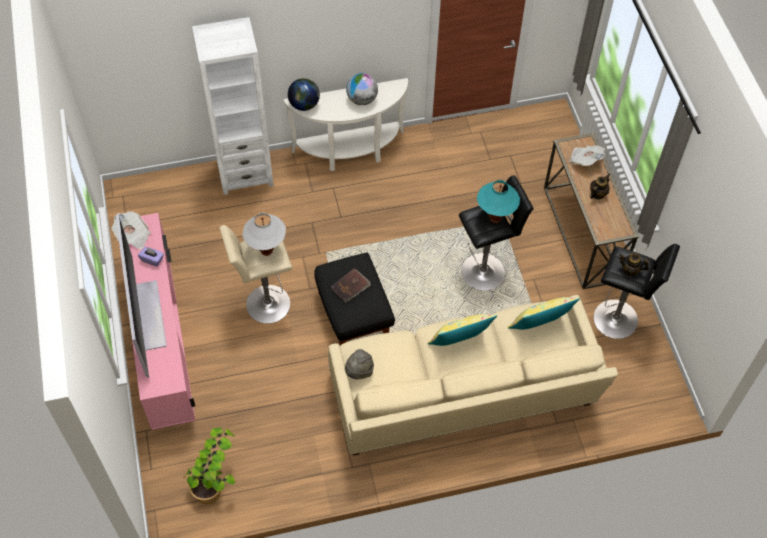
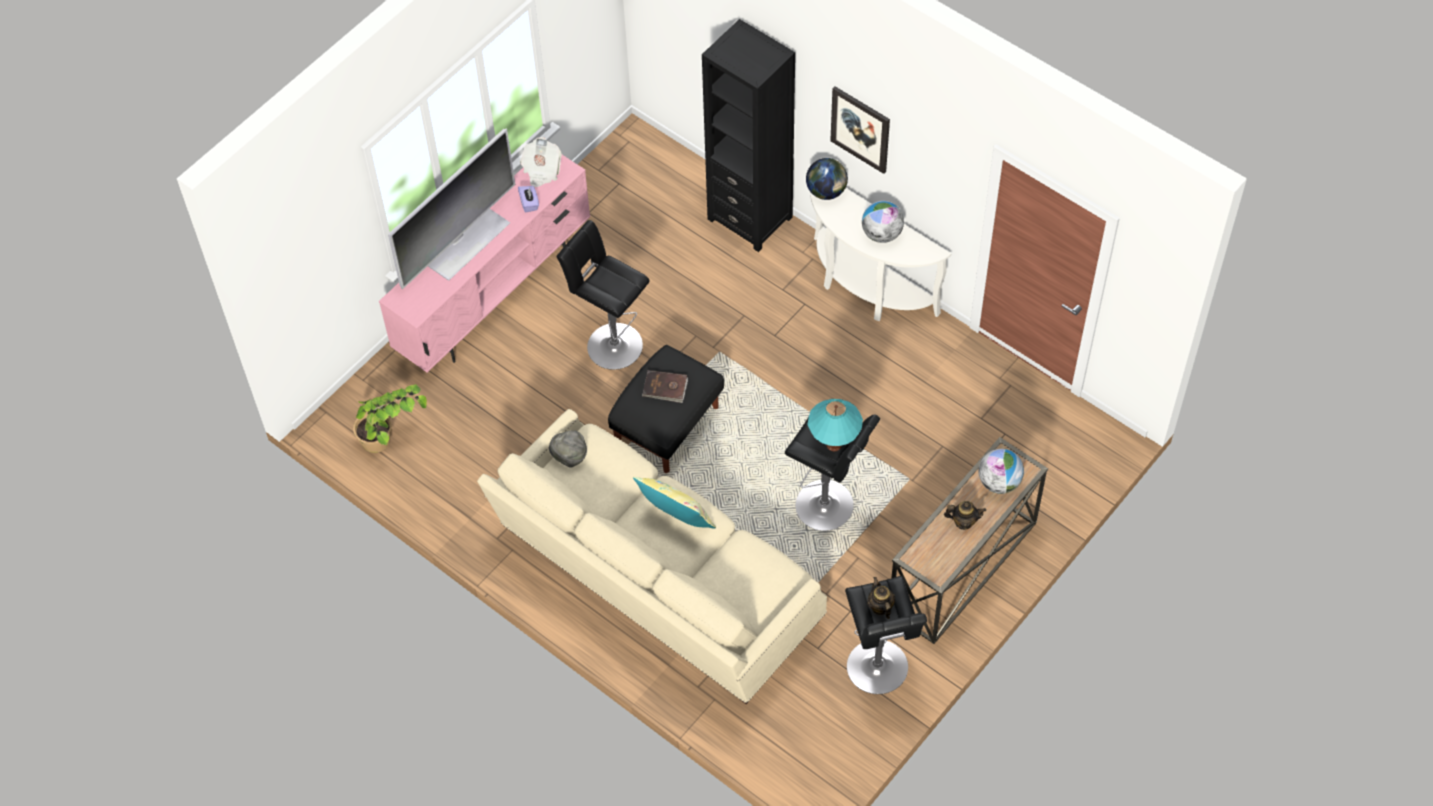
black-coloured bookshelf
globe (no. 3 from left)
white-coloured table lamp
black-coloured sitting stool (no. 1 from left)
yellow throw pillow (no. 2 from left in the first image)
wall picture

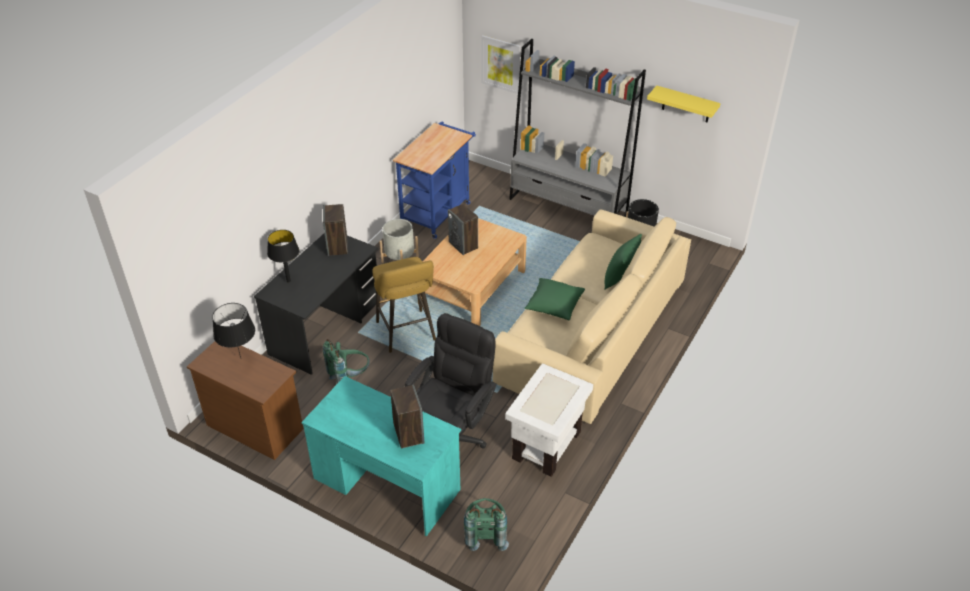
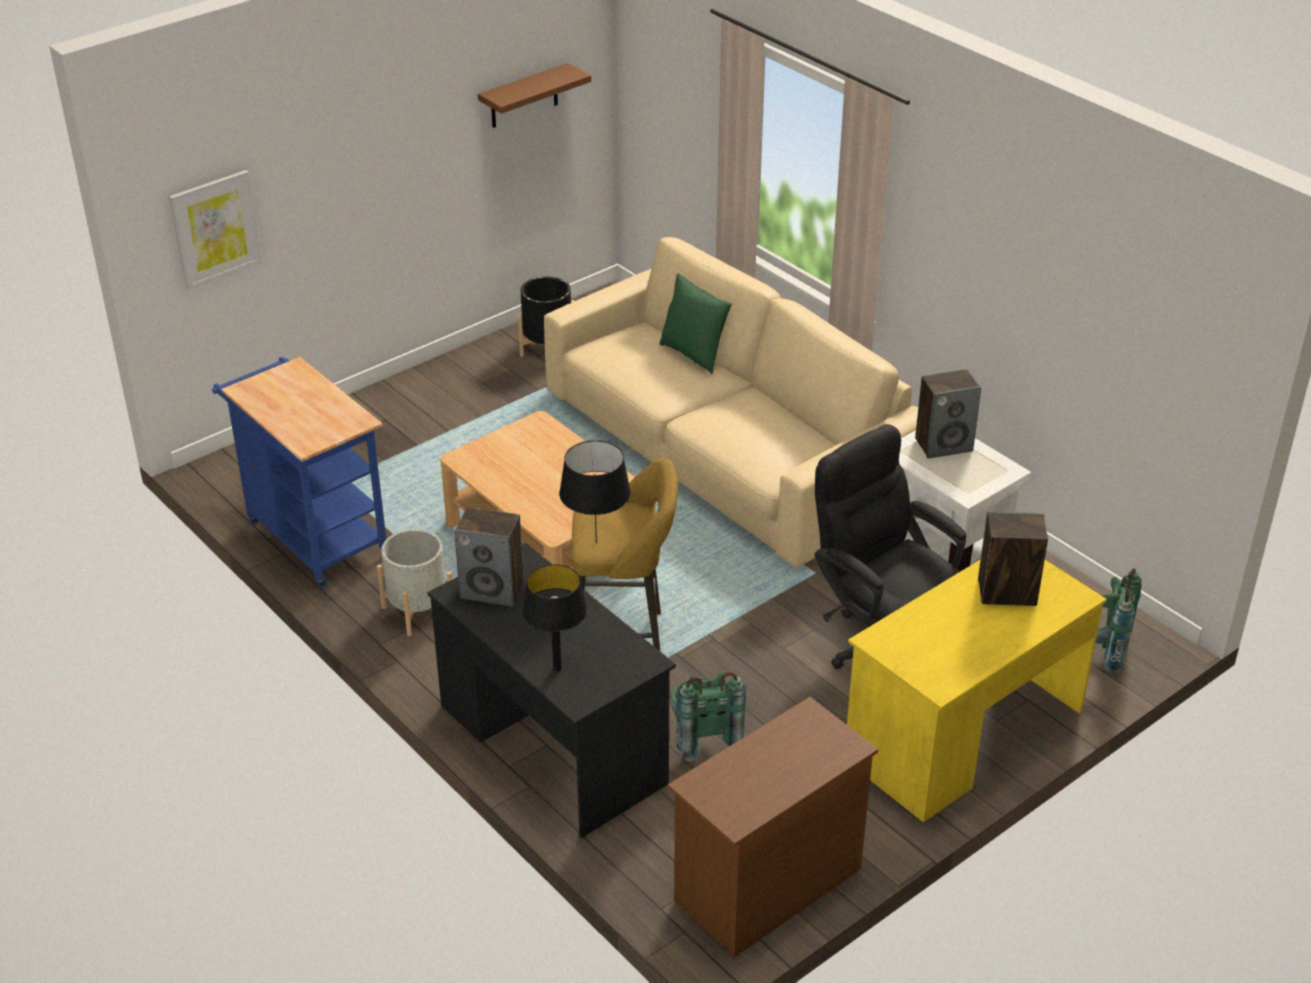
gray bookshelf
brown wall shelf
audio speaker (no. 2 from left)
green-coloured throw pillow (no. 1 from left in the first image)
black-coloured table lamp (no. 2 from left)
yellow desk unit

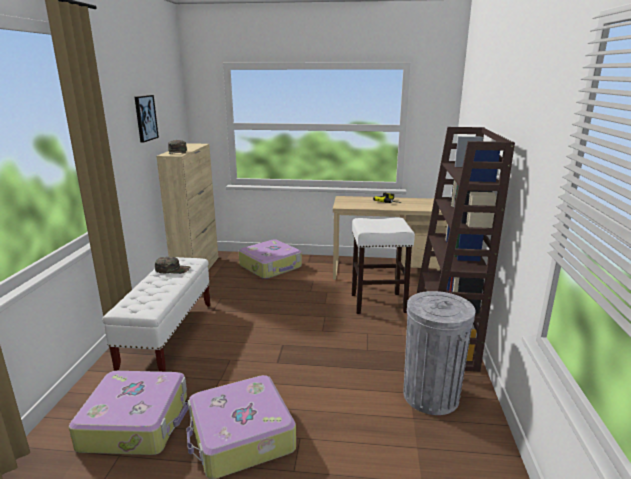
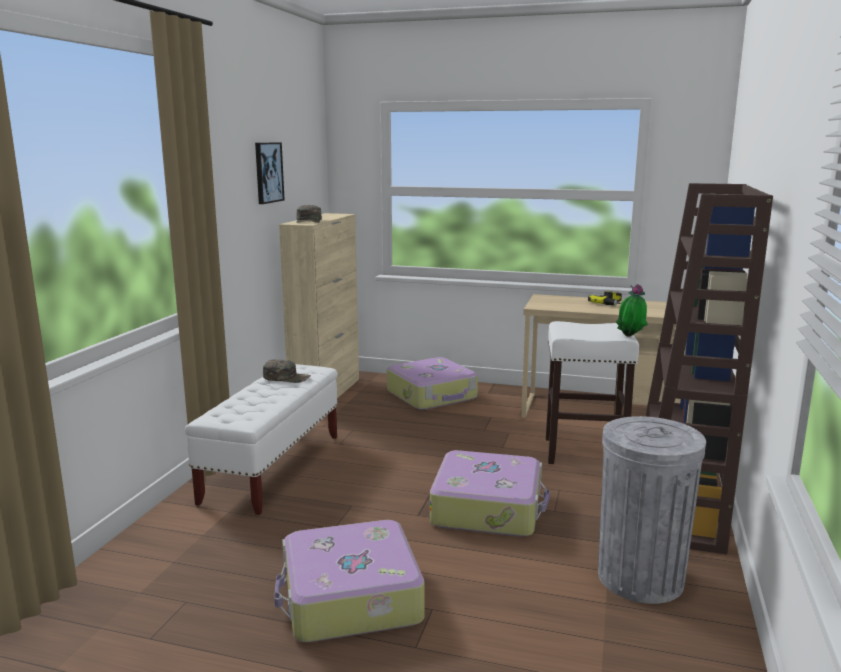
suitcase (no. 3 from left)
houseplant

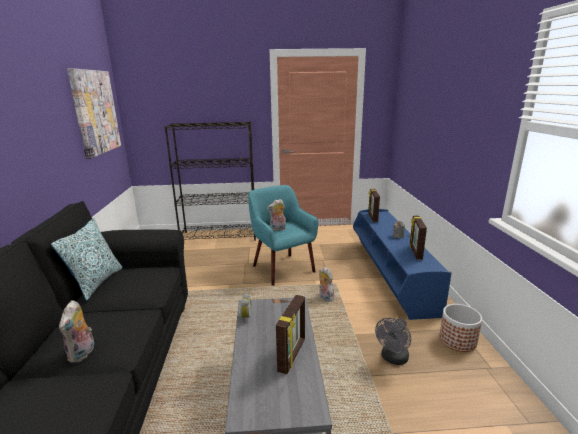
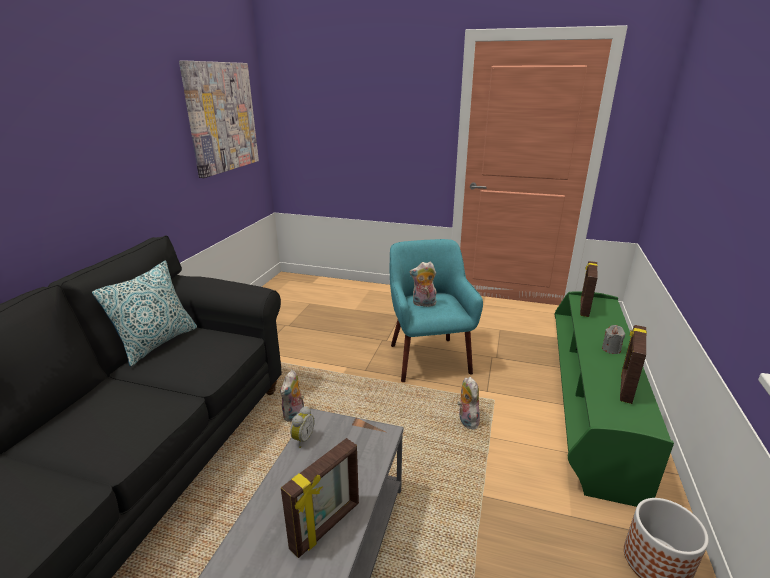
black-coloured bookshelf
green-coloured media console
plush toy (no. 1 from left)
gray electric fan

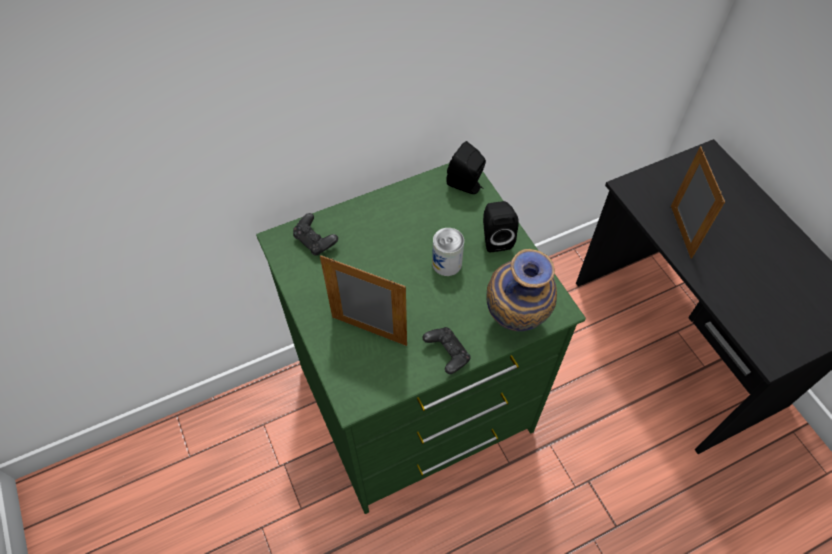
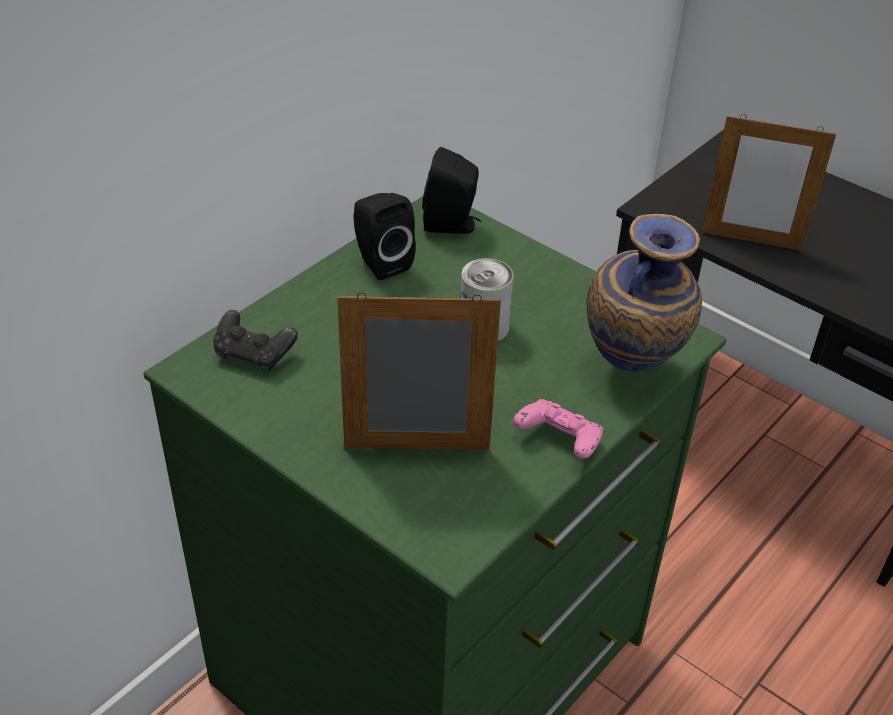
picture frame (no. 2 from left)
black-coloured audio speaker (no. 1 from left)
pinkish game controller

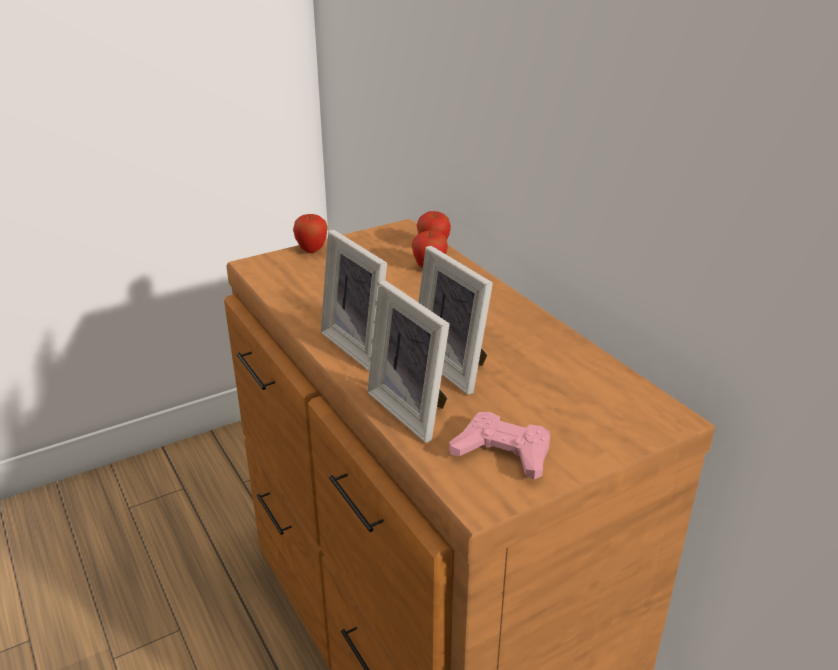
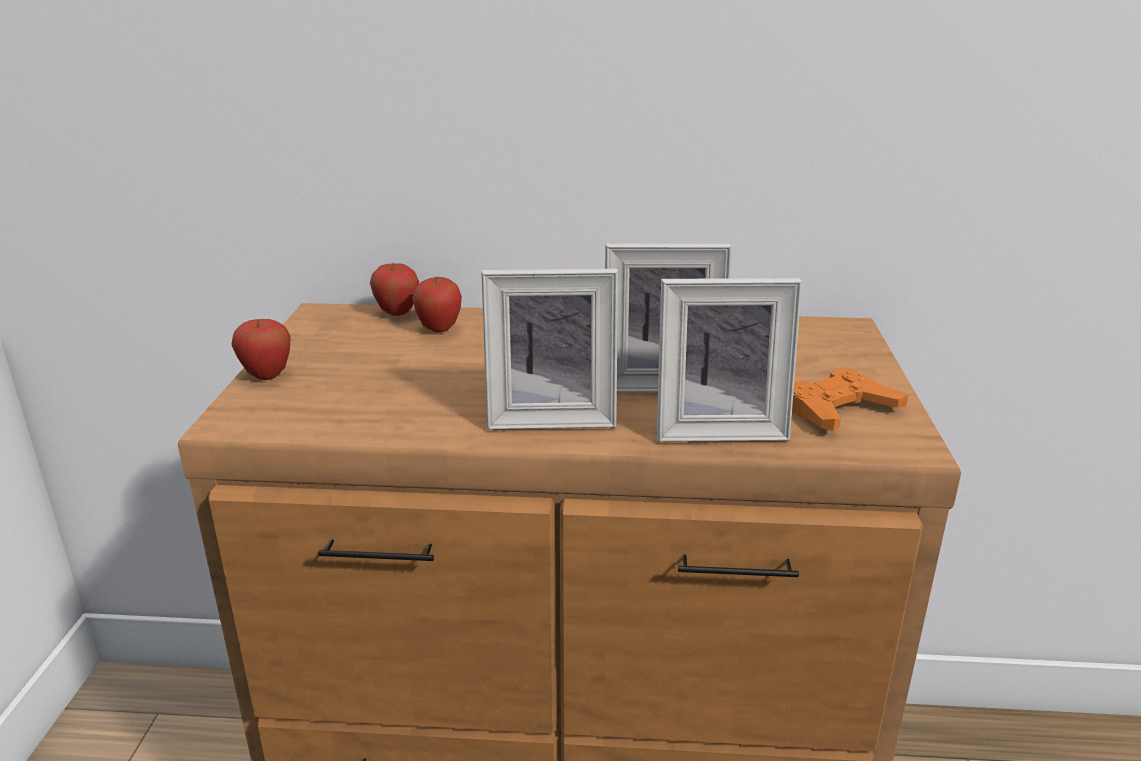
orange game controller

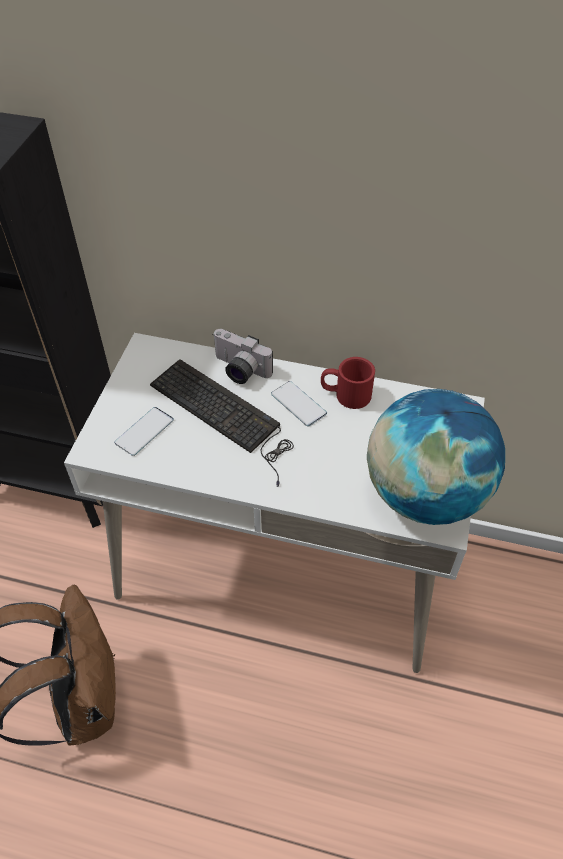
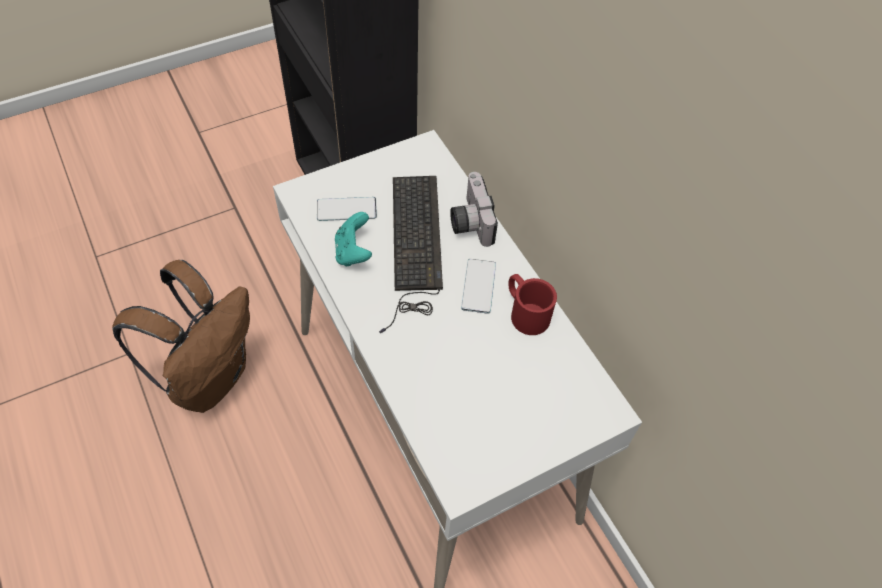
globe
turquoise-coloured game controller

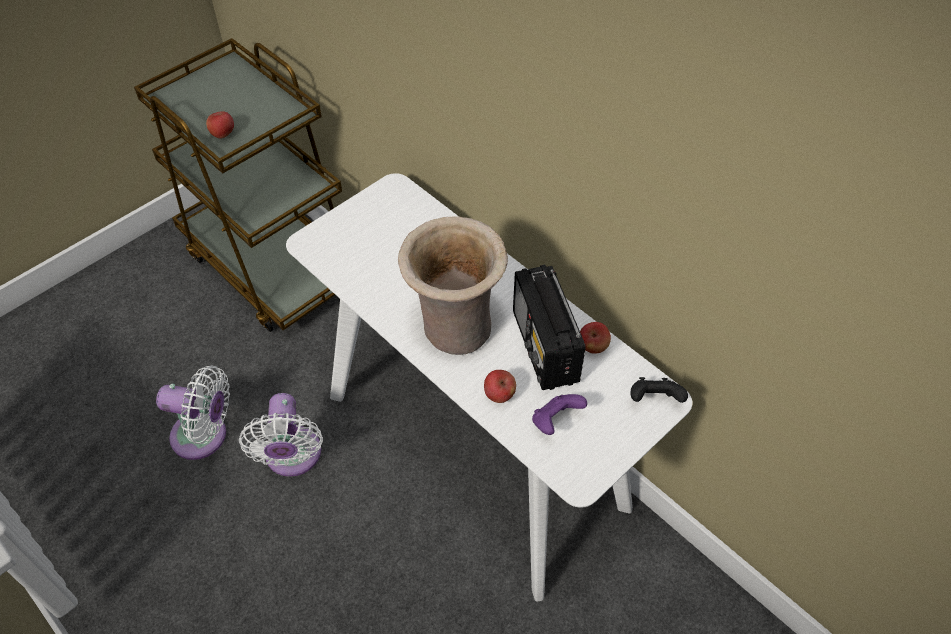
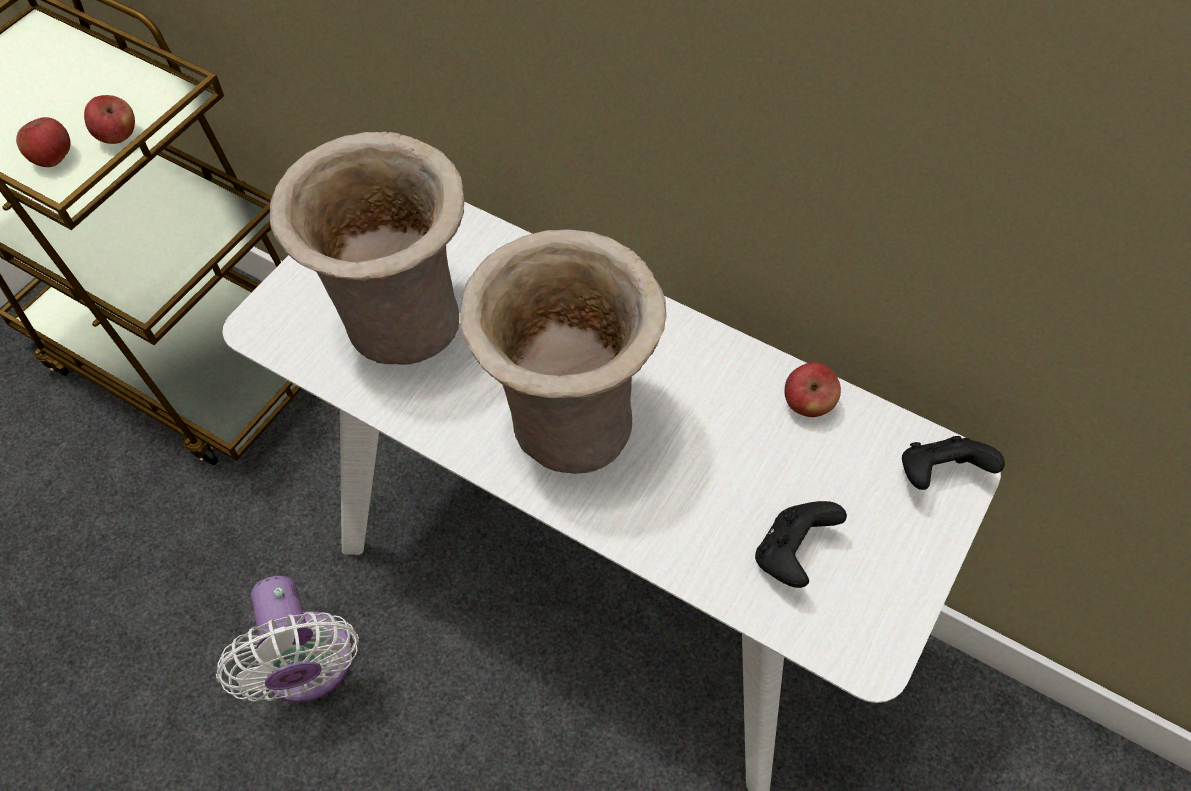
radio receiver
white-coloured electric fan (no. 1 from left in the first image)
whole apple (no. 2 from left)
black-coloured game controller (no. 1 from left)
beige-coloured flower vase (no. 1 from left)

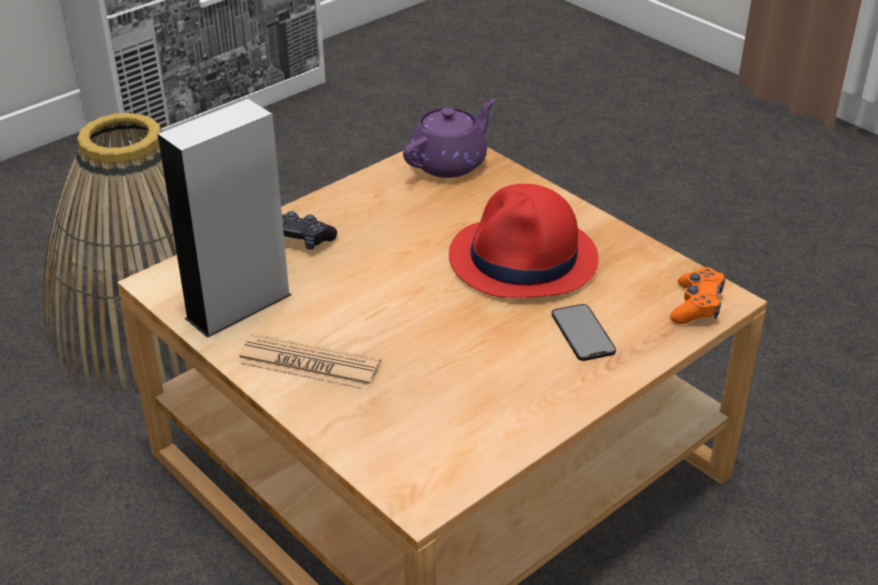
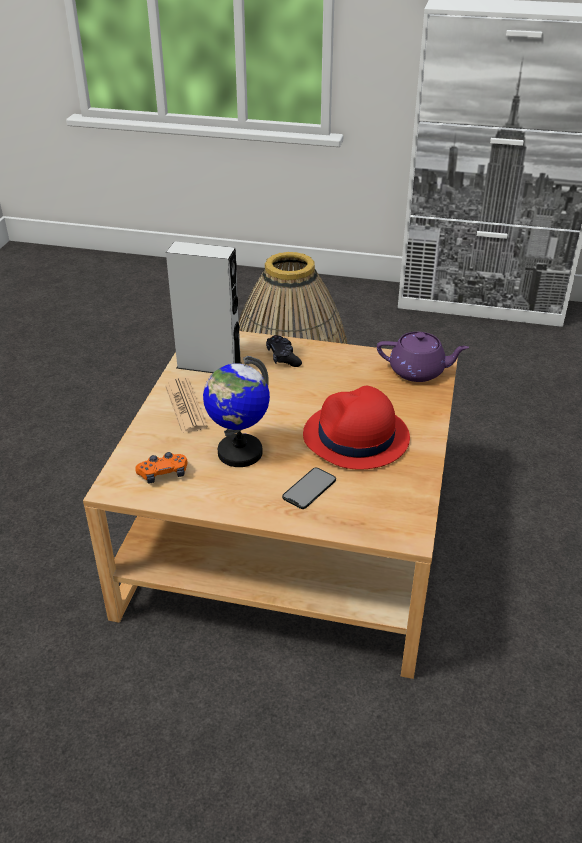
orange game controller
globe

